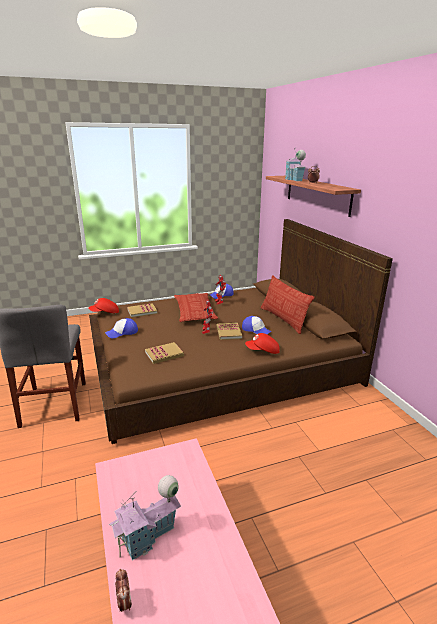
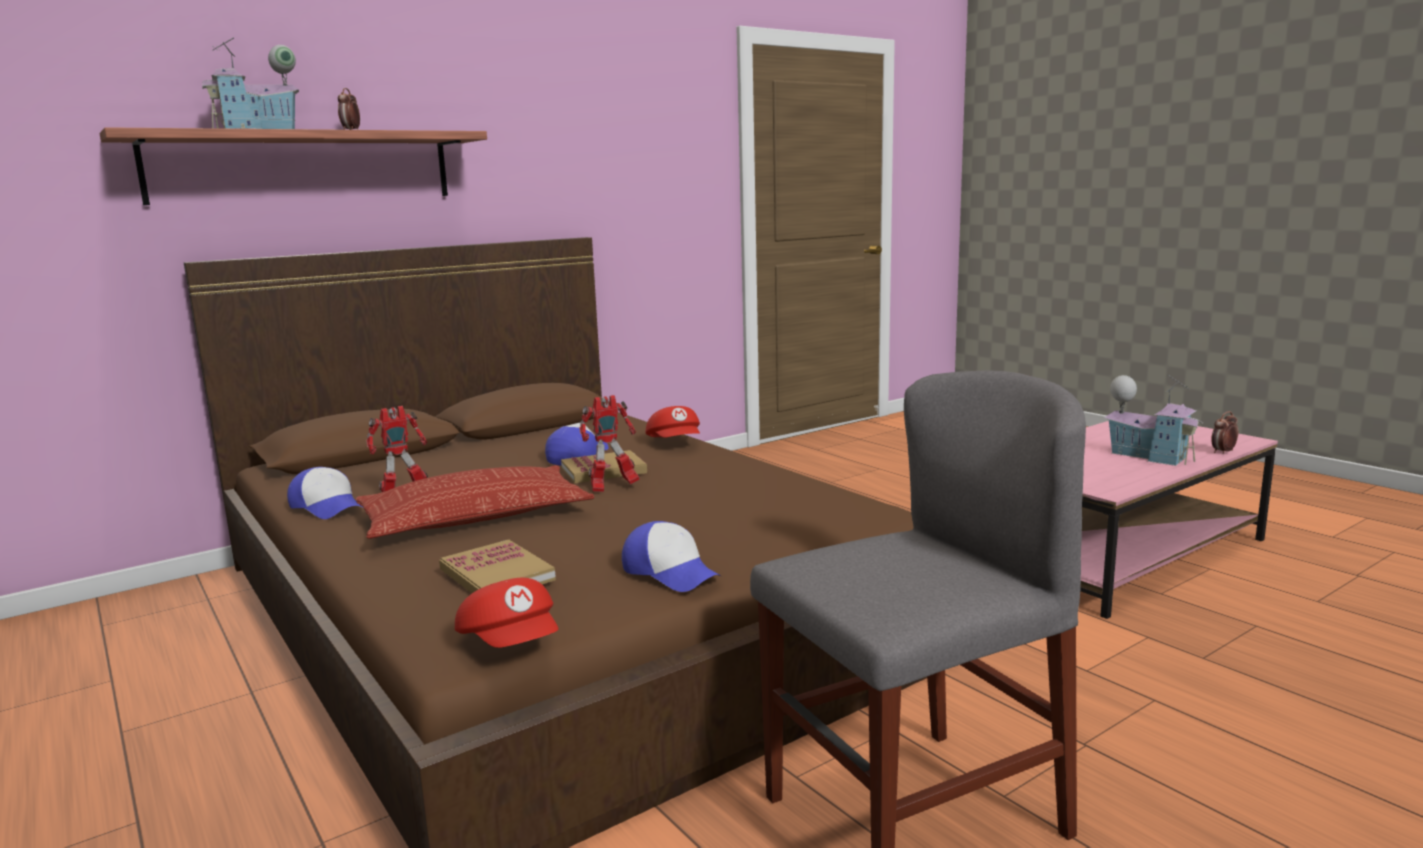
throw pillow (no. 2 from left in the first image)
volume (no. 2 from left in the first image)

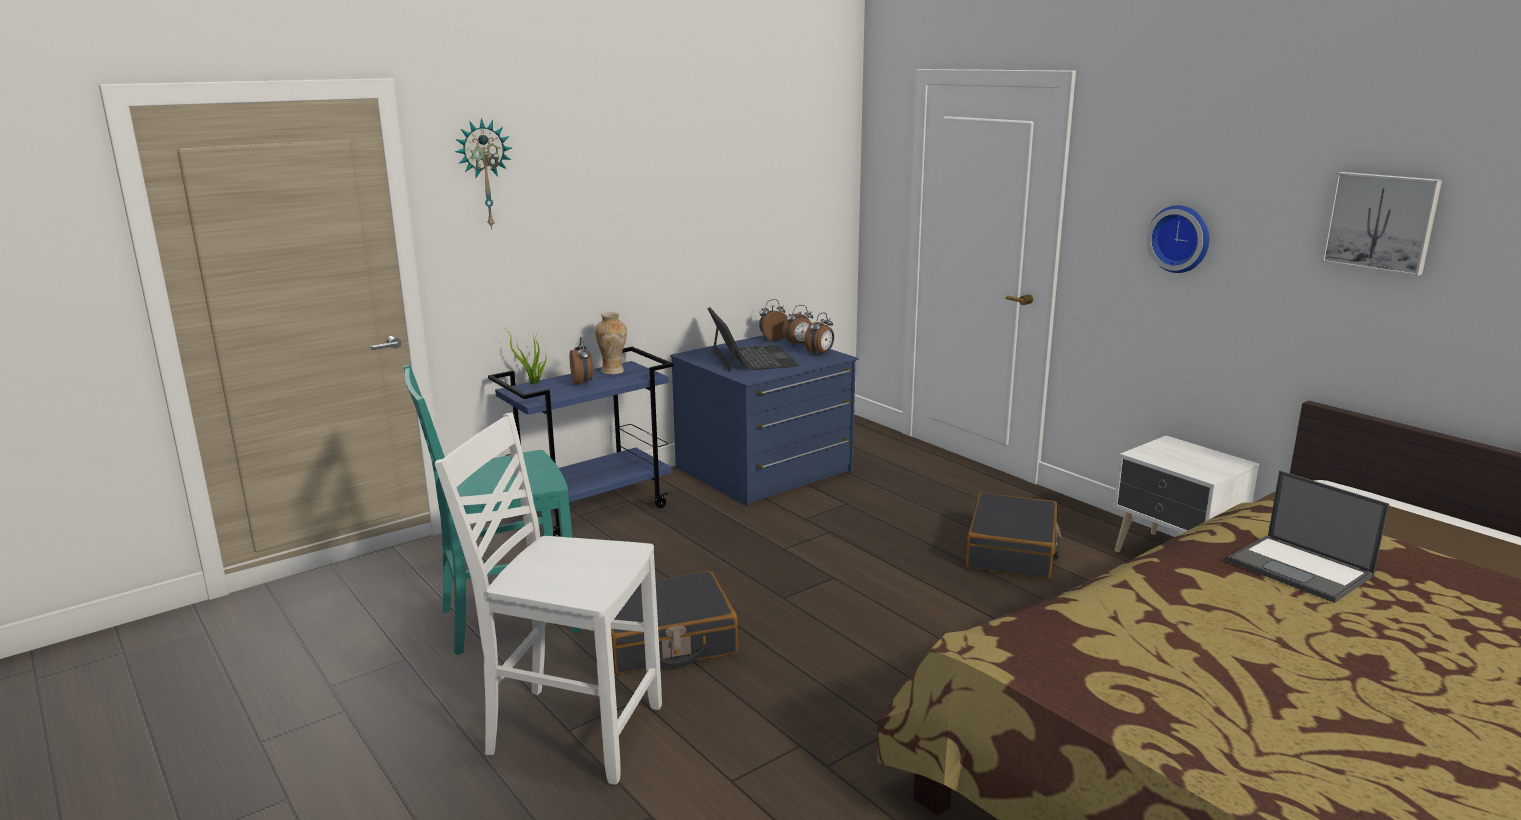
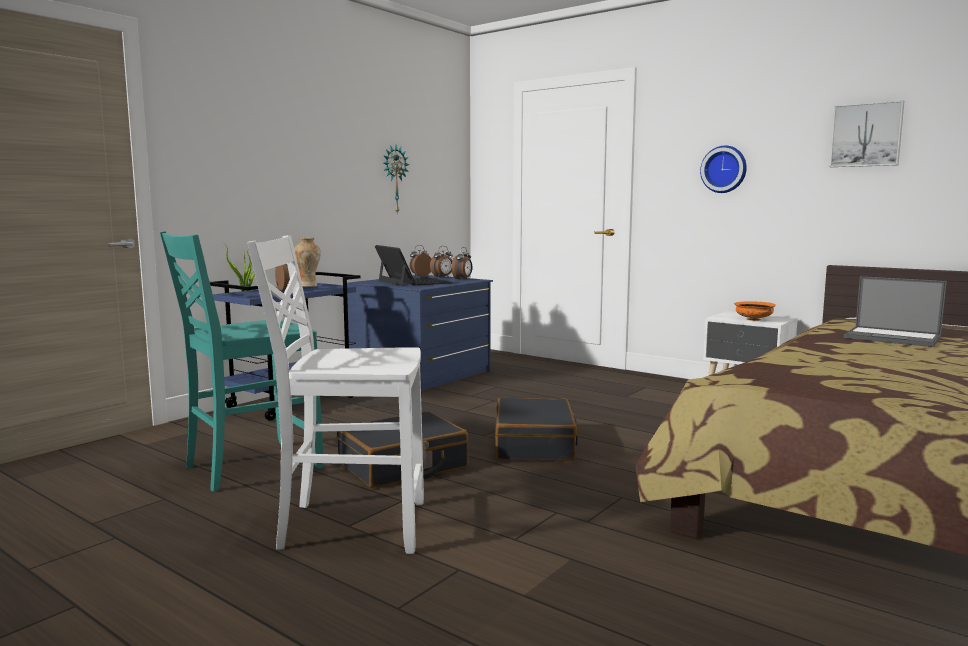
clock on the wall (no. 1 from left)
black-coloured suitcase (no. 2 from left)
orange serving bowl

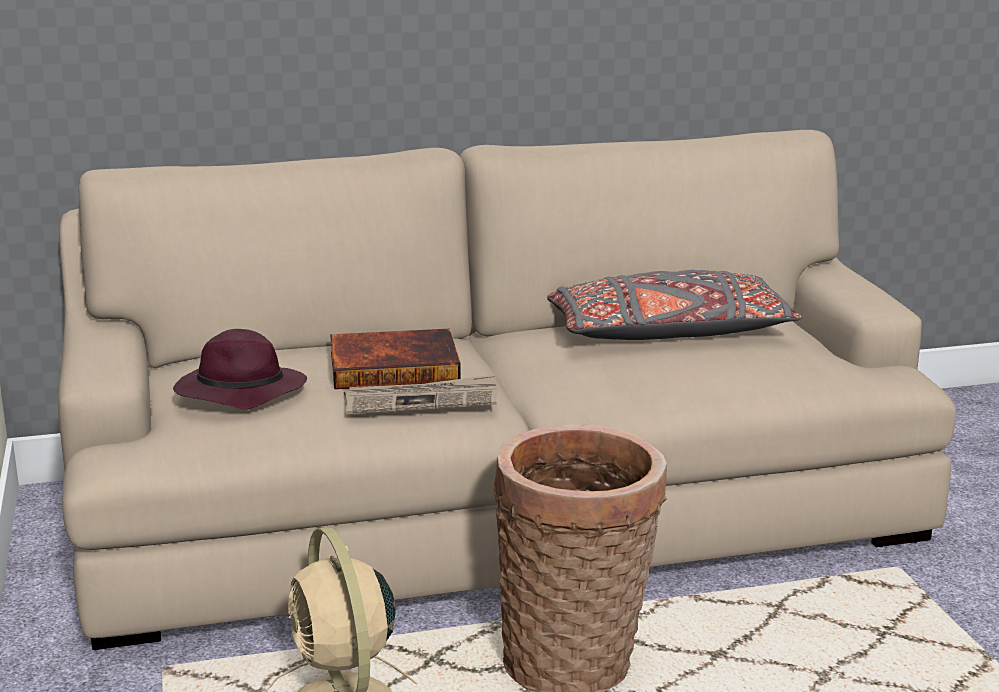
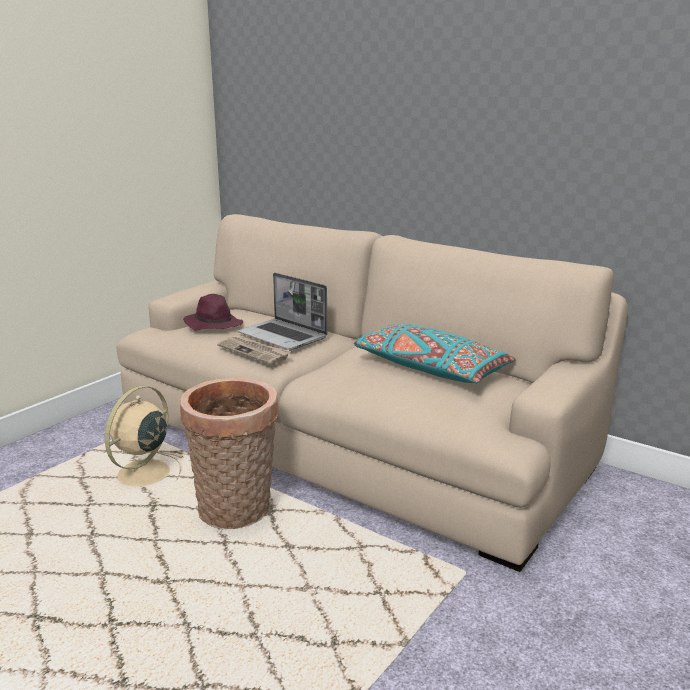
turquoise-coloured throw pillow
laptop

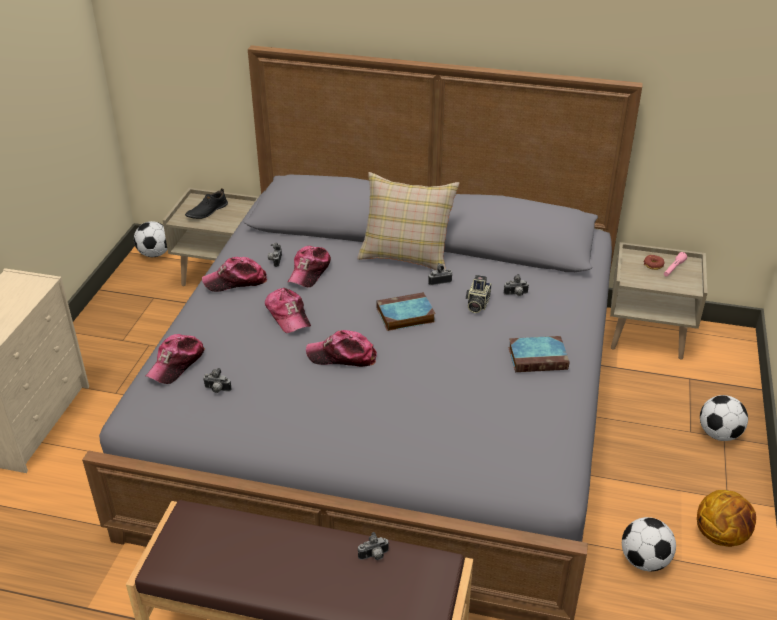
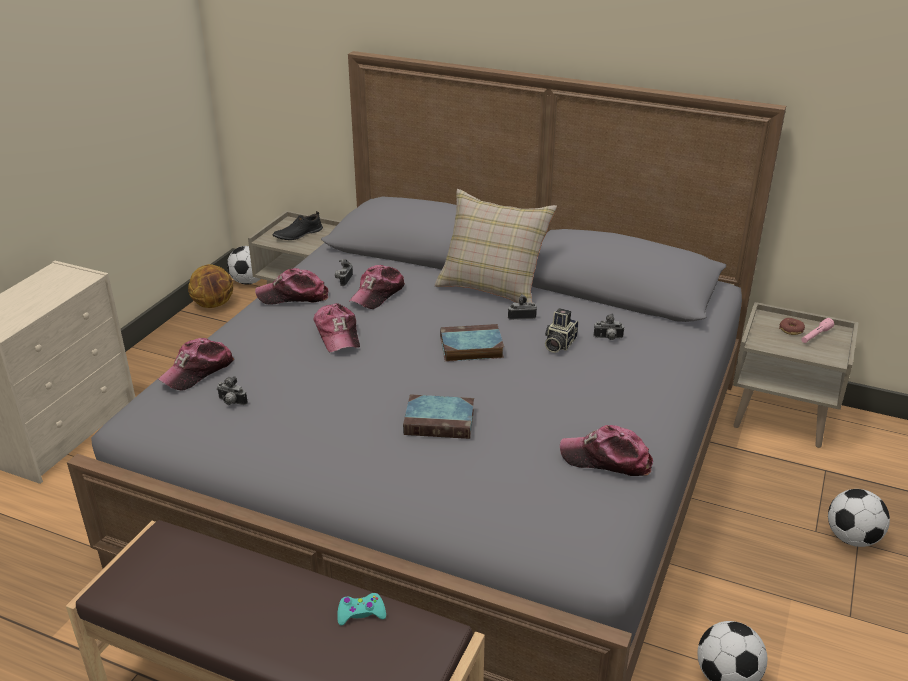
cap (no. 5 from left)
volume (no. 1 from left)
basketball ball
turquoise-coloured game controller

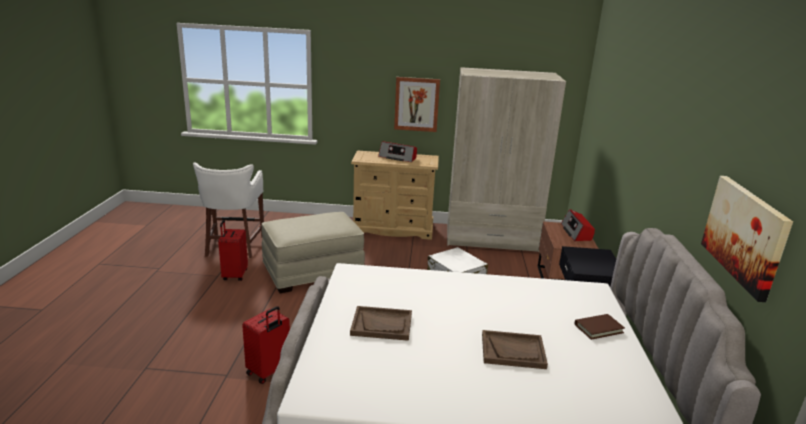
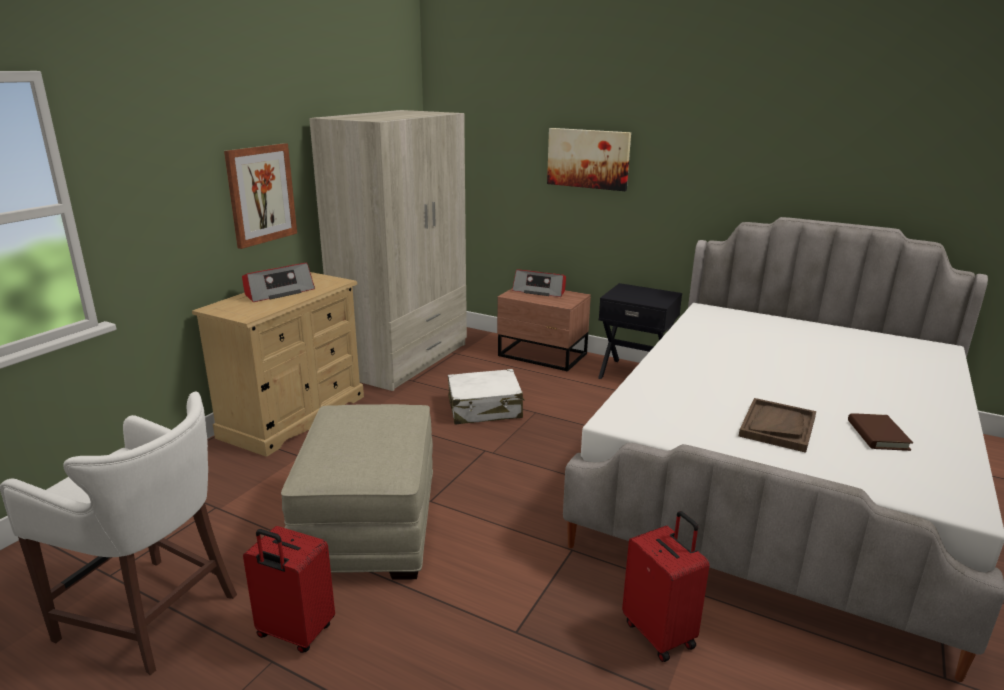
wall picture (no. 2 from left)
brown volume
brown serving tray (no. 2 from left in the first image)

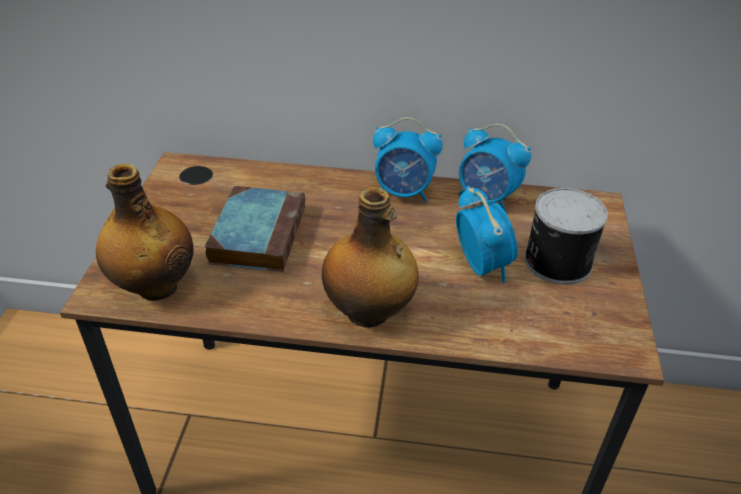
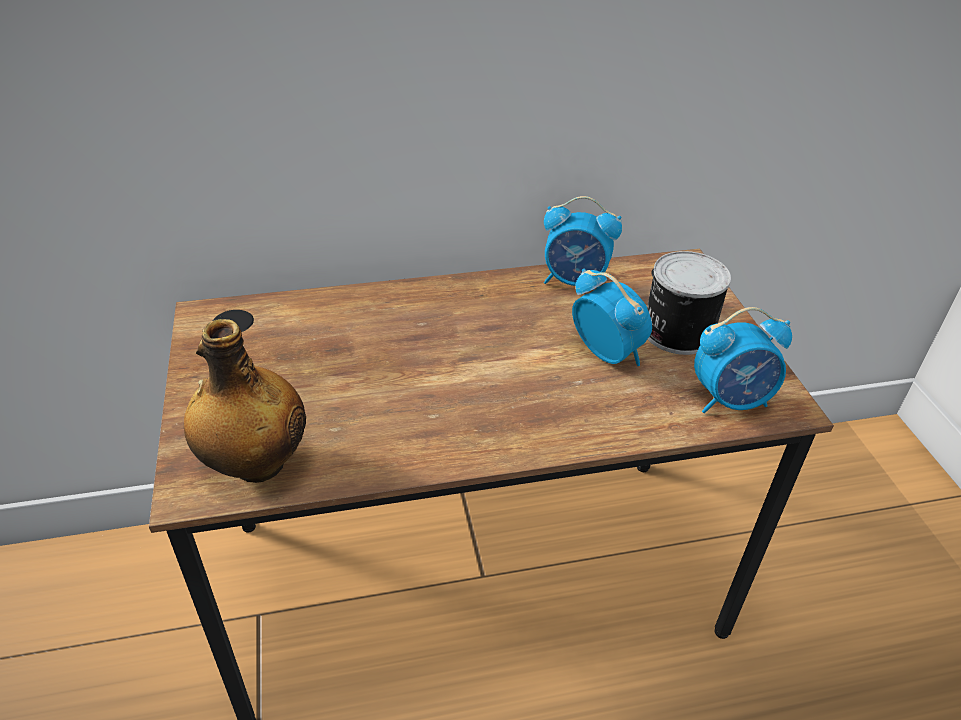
alarm clock (no. 3 from left)
volume
beverage bottle (no. 2 from left in the first image)

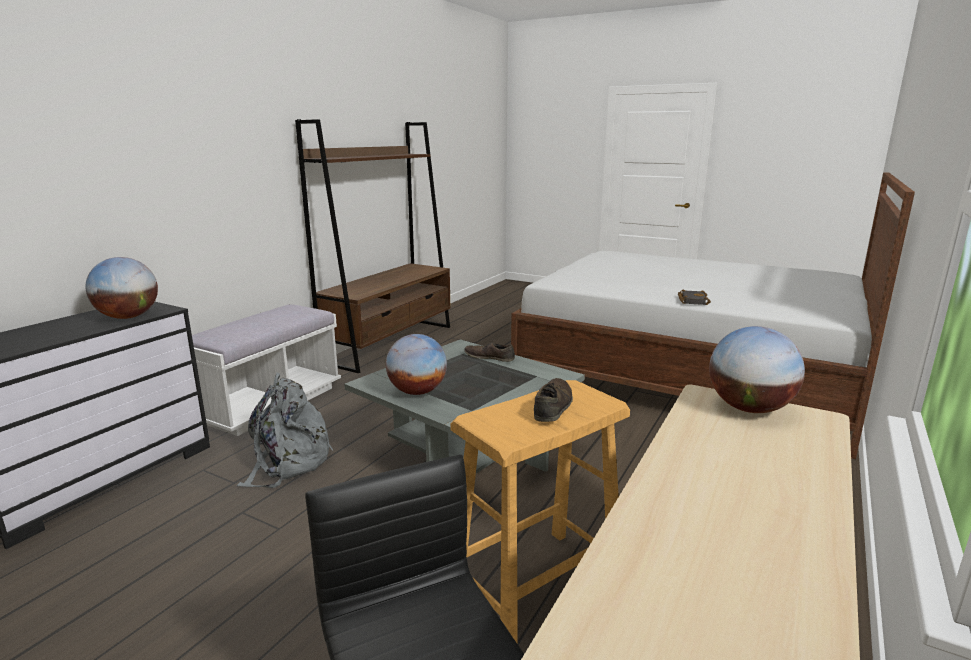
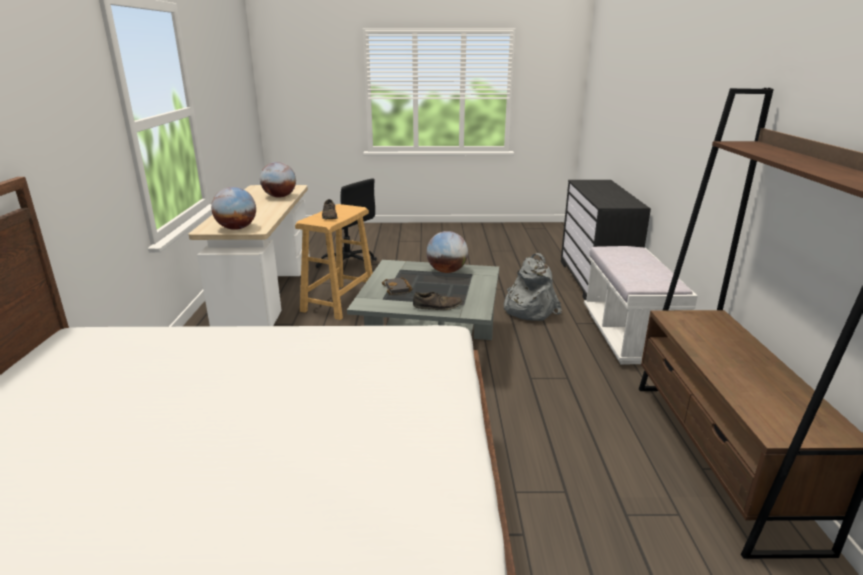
globe (no. 2 from left)
black-coloured volume

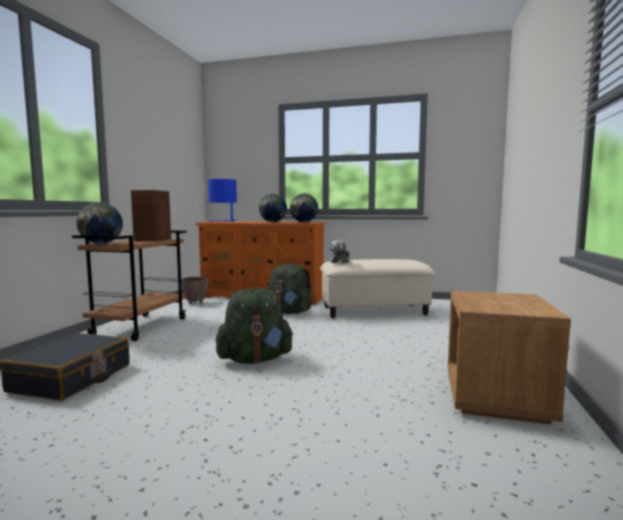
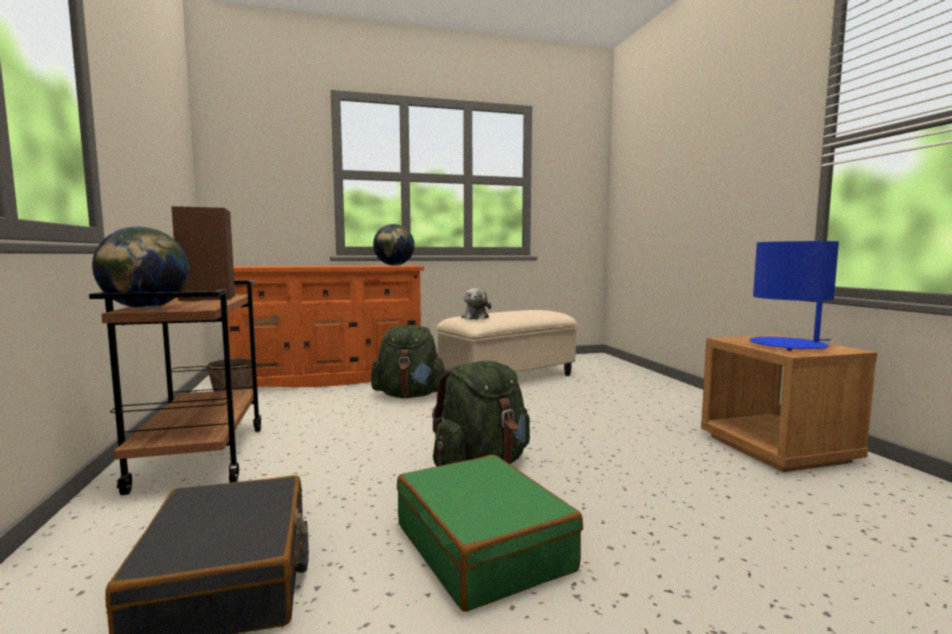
blue-coloured table lamp
globe (no. 2 from left in the first image)
green-coloured suitcase

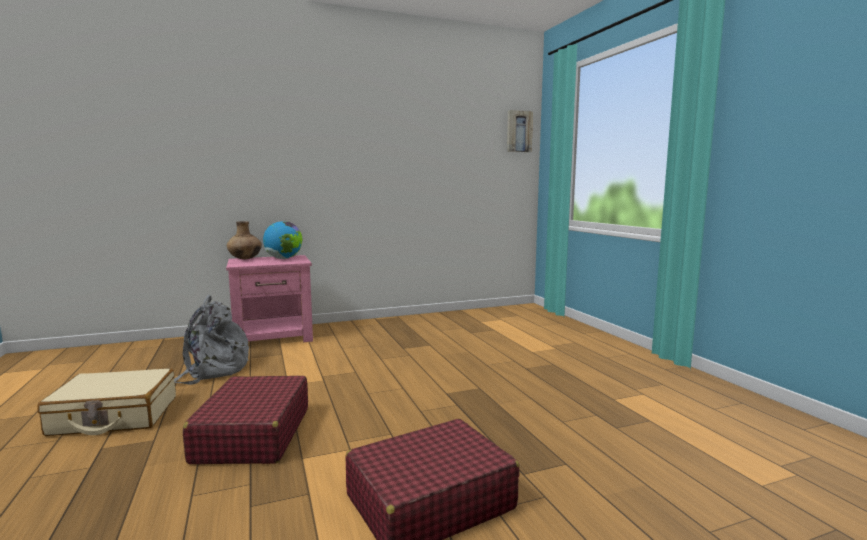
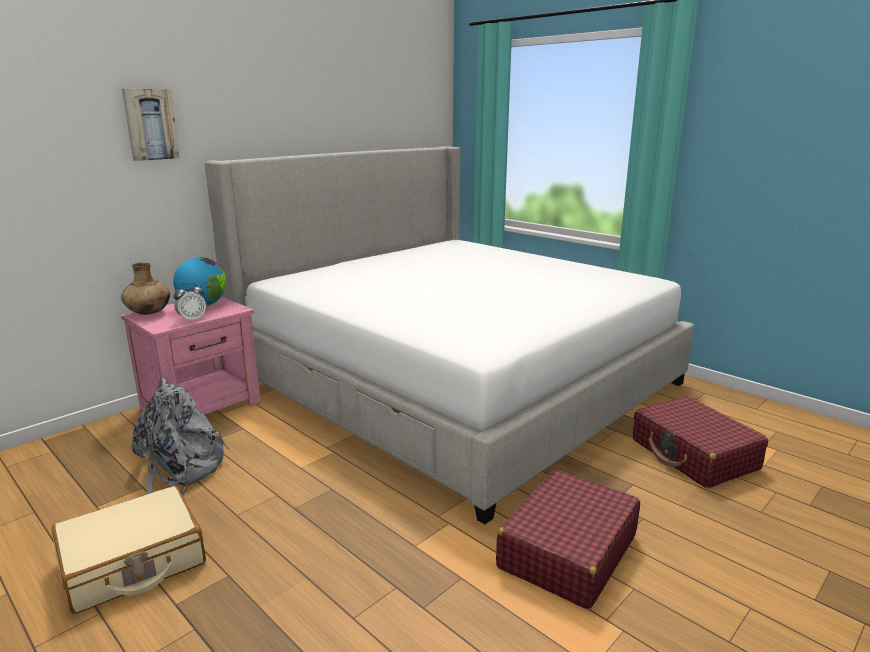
wall picture
red suitcase (no. 2 from left)
sleeping bed
alarm clock

